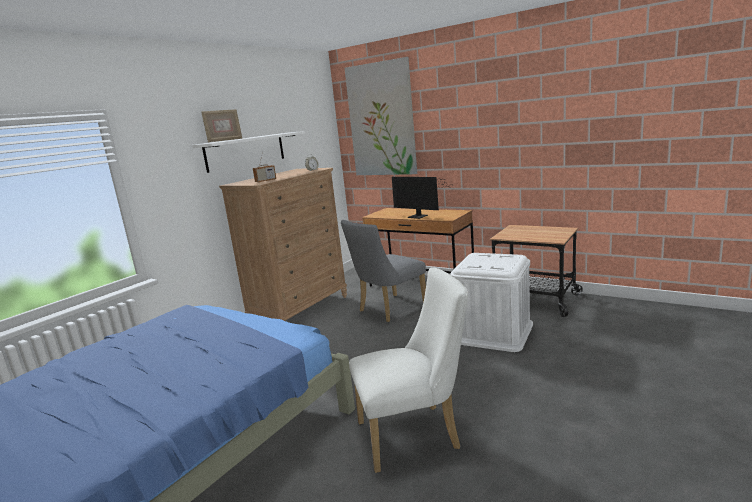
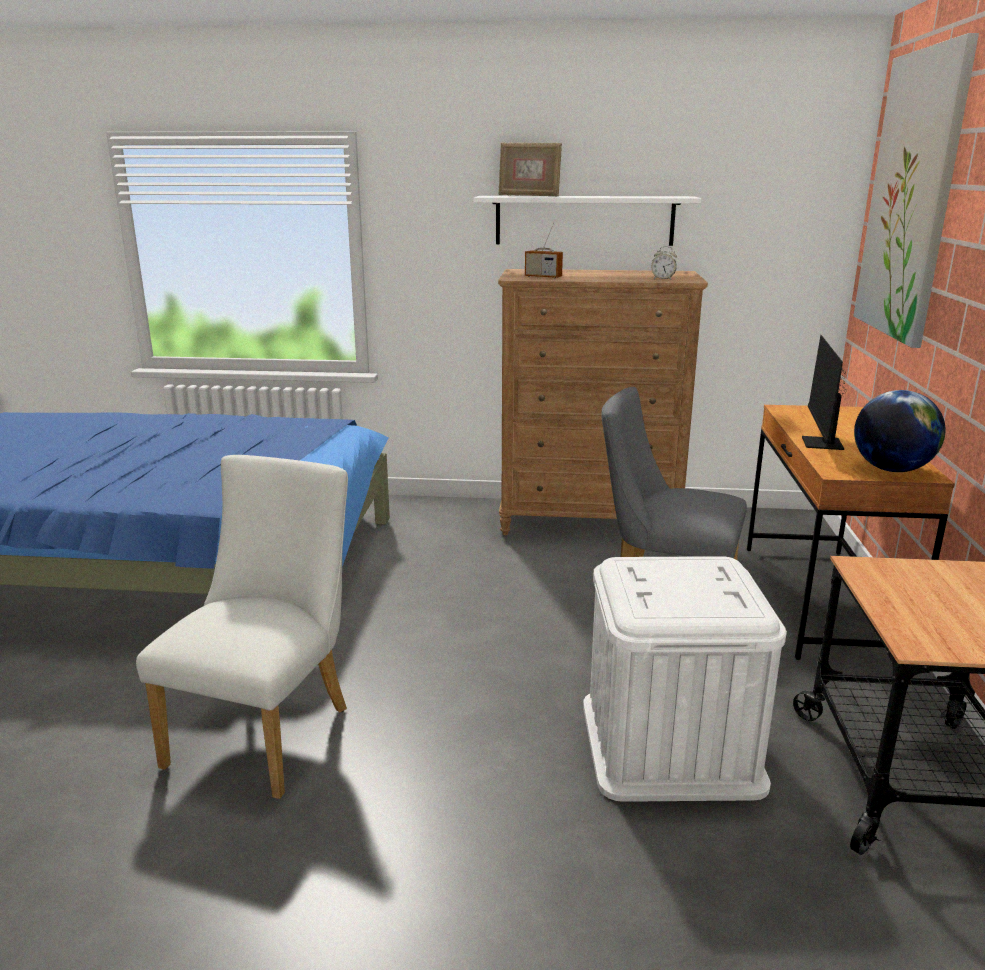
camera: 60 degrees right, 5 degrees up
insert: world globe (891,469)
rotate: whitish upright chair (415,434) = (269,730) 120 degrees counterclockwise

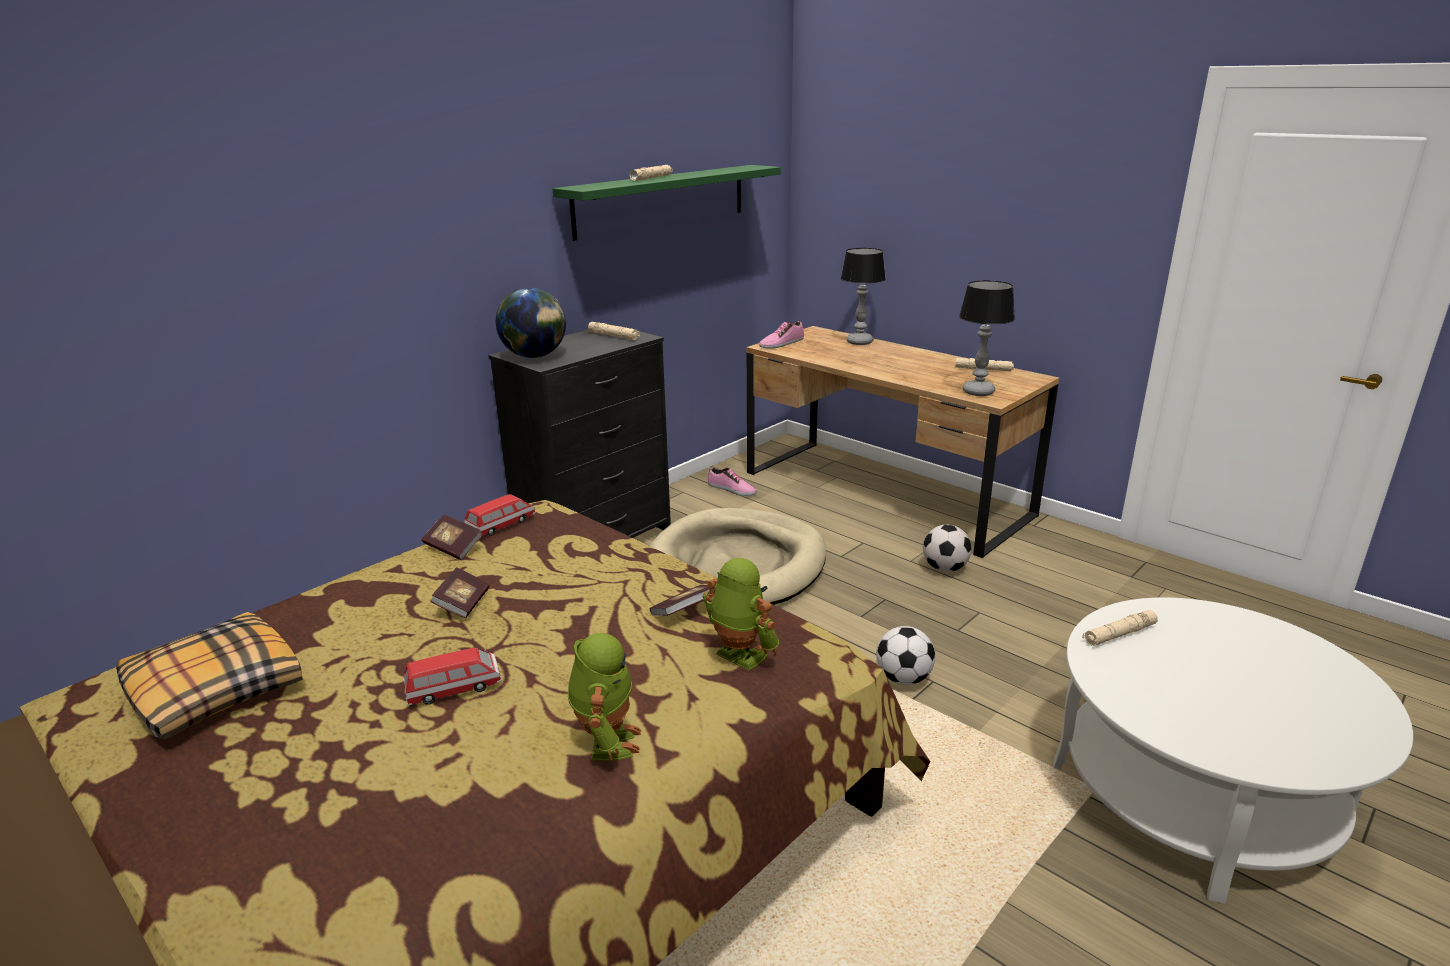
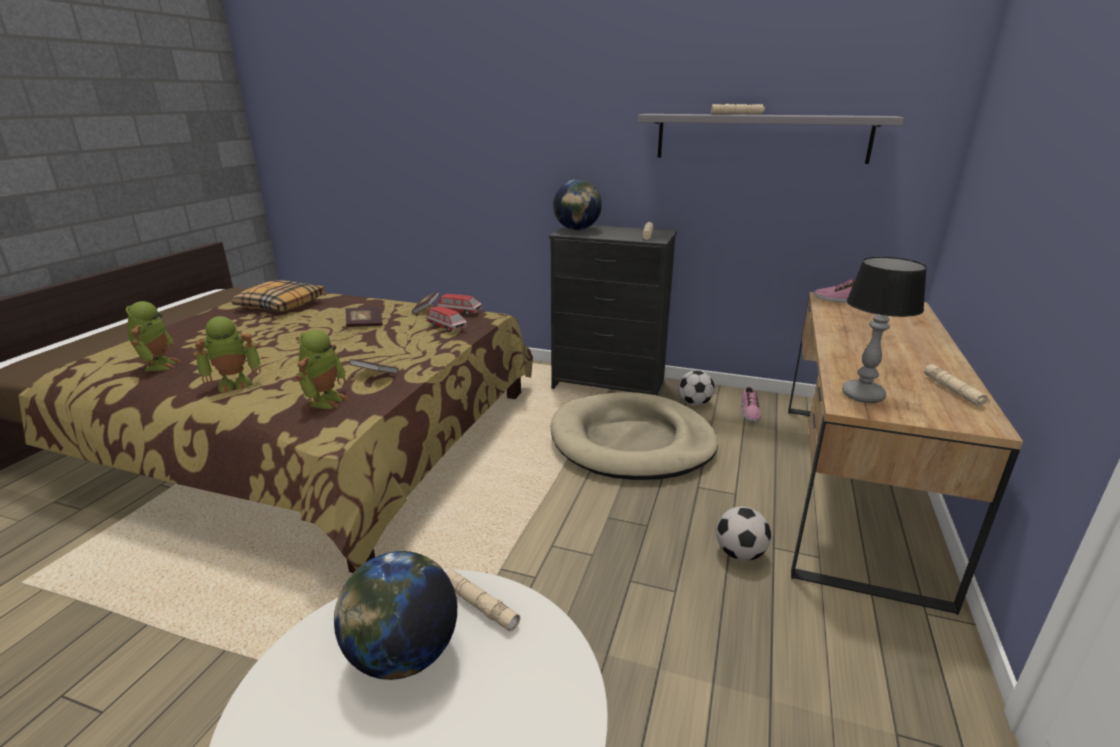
camera: 65 degrees right, 0 degrees up
delete: tabletop lamp (859,342)
insert: robot figure (158,365); world globe (403,656)
move: ball for football (903,678) to (694,403); model car (454,689) to (447,327)
recolor: green wall shelf (662,200) to greyish wall shelf (761,137)

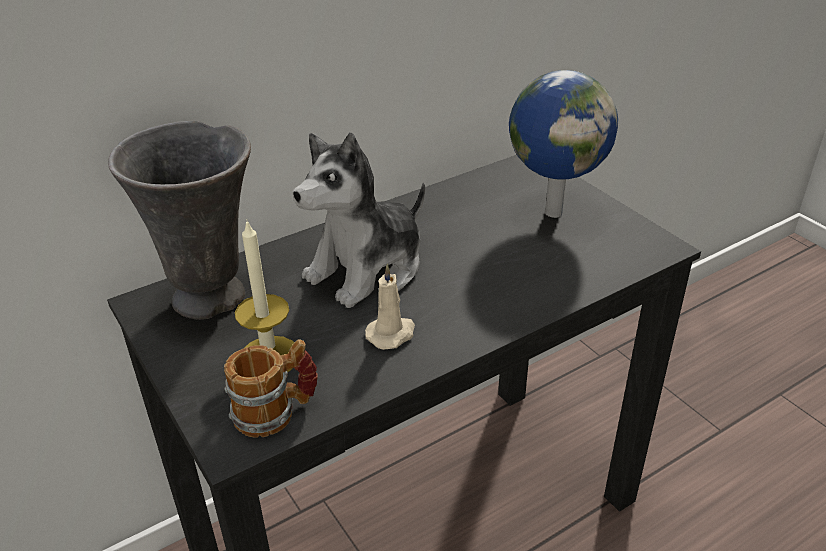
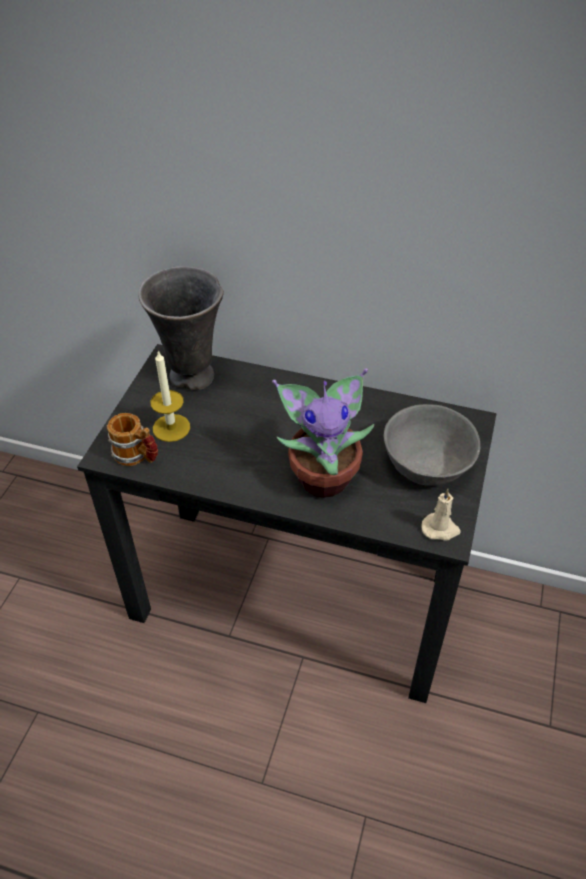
camera: 50 degrees right, 10 degrees up
delete: plush toy (367,269)
insert: plant in a pot (324,475)
move: beige-coloured wax candle (392,334) to (440,529)
replace: world globe (553,212) to greyish serving bowl (427,464)

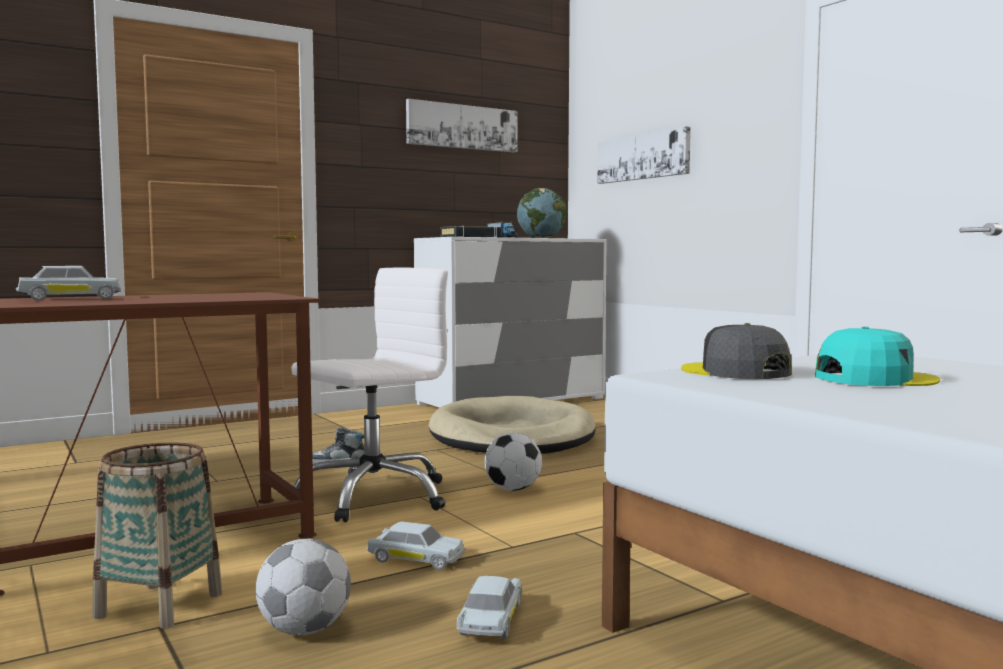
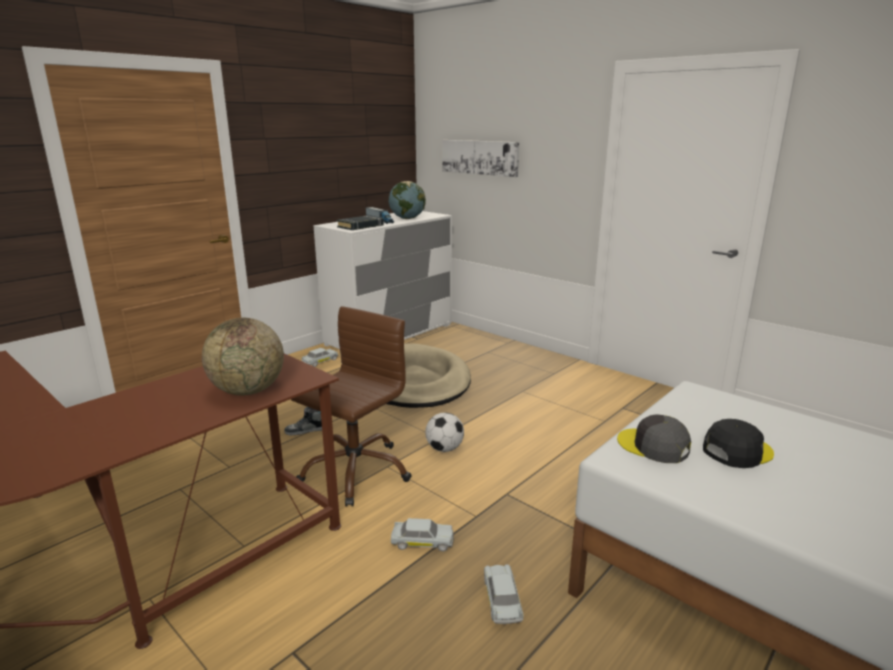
camera: 15 degrees left, 15 degrees up
delete: wall picture (462,127); basket (159,605); ball for football (304,630)
insert: world globe (248,391)
move: whitish model car (69,299) to (320,361)
recolor: whitish desk chair (373,496) to brown desk chair (355,471); turquoise-coloured peaked cap (874,379) to blackish peaked cap (736,451)

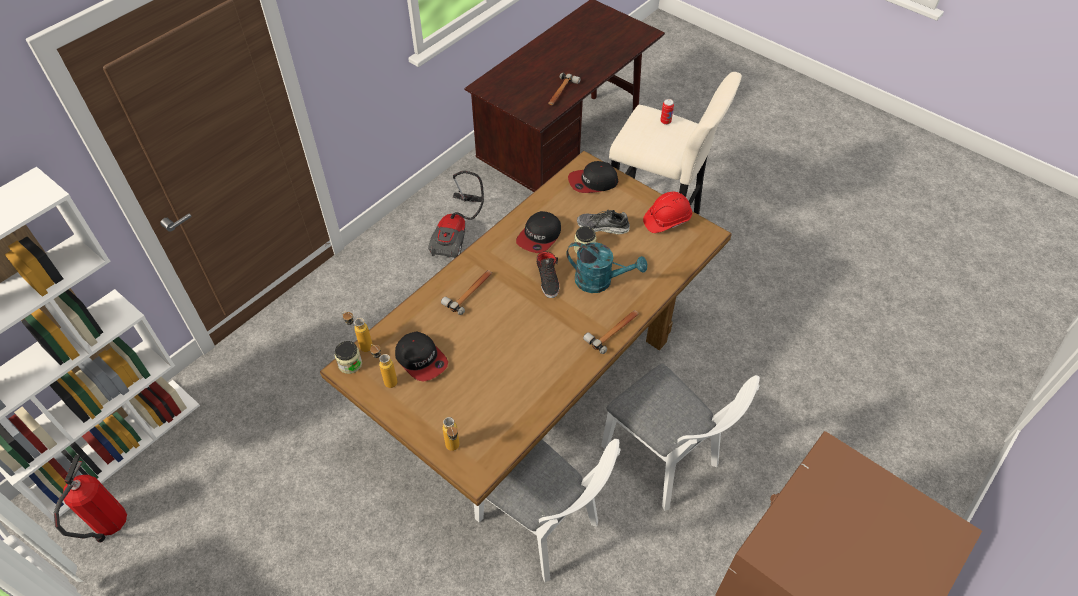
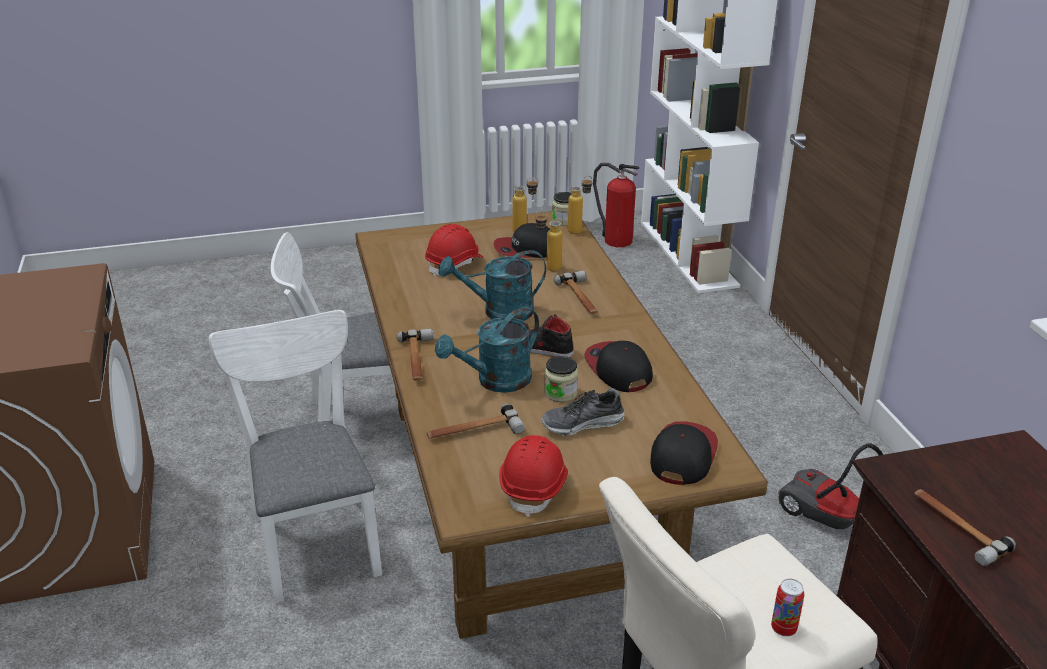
camera: 125 degrees right, 20 degrees down
insert: red-coloured hard hat (455,264); turquoise-coloured watering pot (499,312); hand hammer (474,431)
move: bottle (454,450) to (547,267)
rotate: shoe (603,227) = (582,424) 150 degrees counterclockwise; whitish upright chair (665,462) = (314,536) 75 degrees clockwise

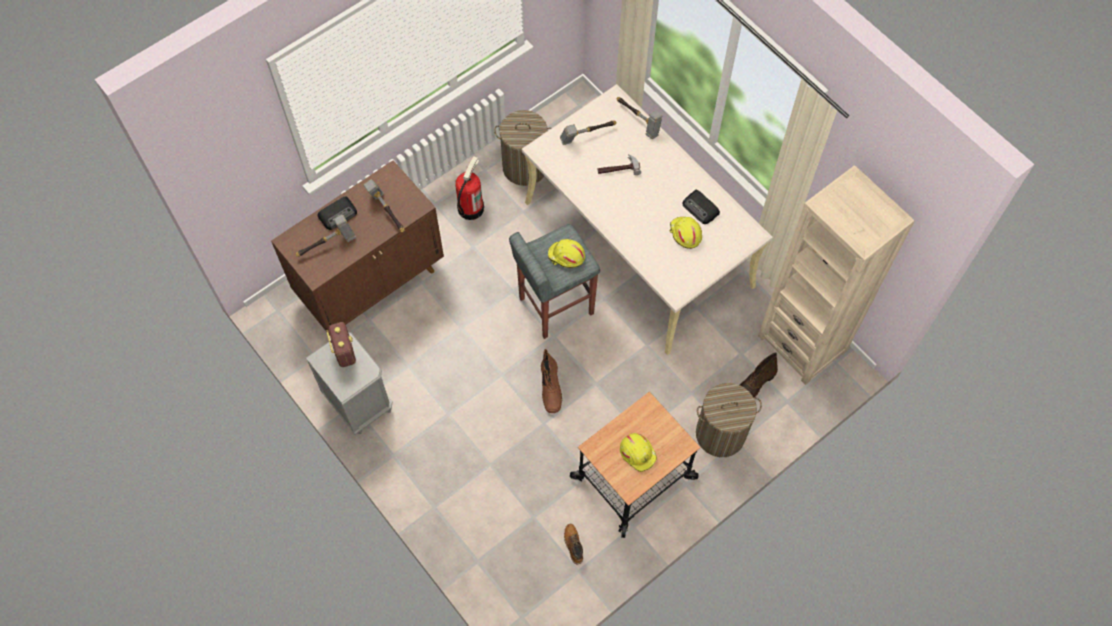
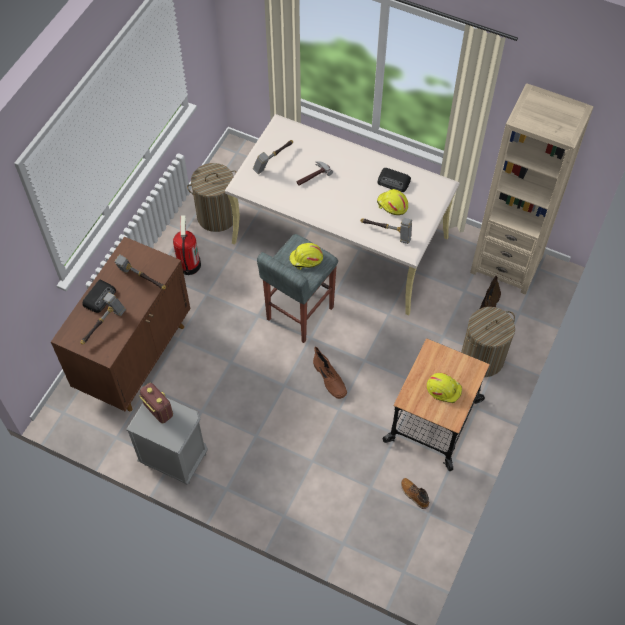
camera: 25 degrees left, 5 degrees down
move: hand hammer (638,121) to (387,233)

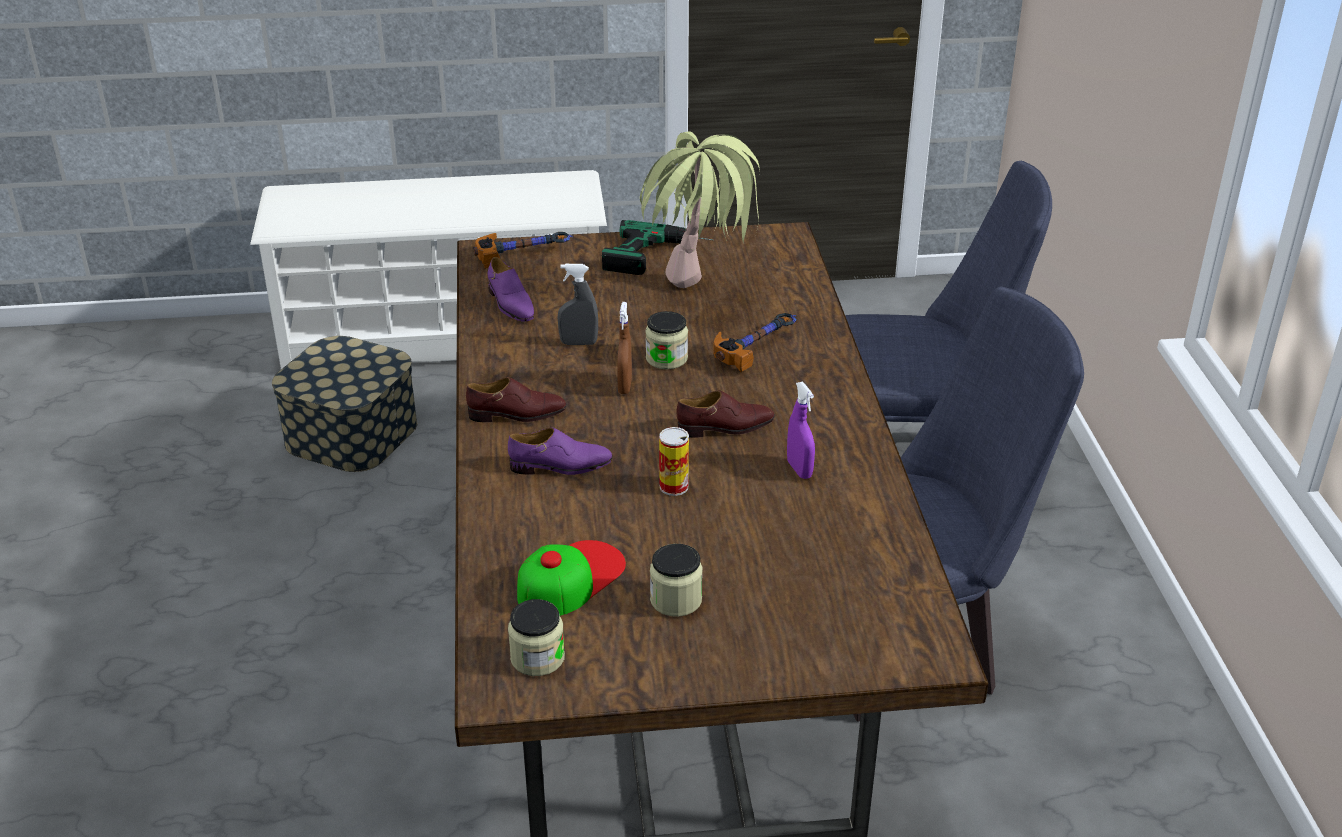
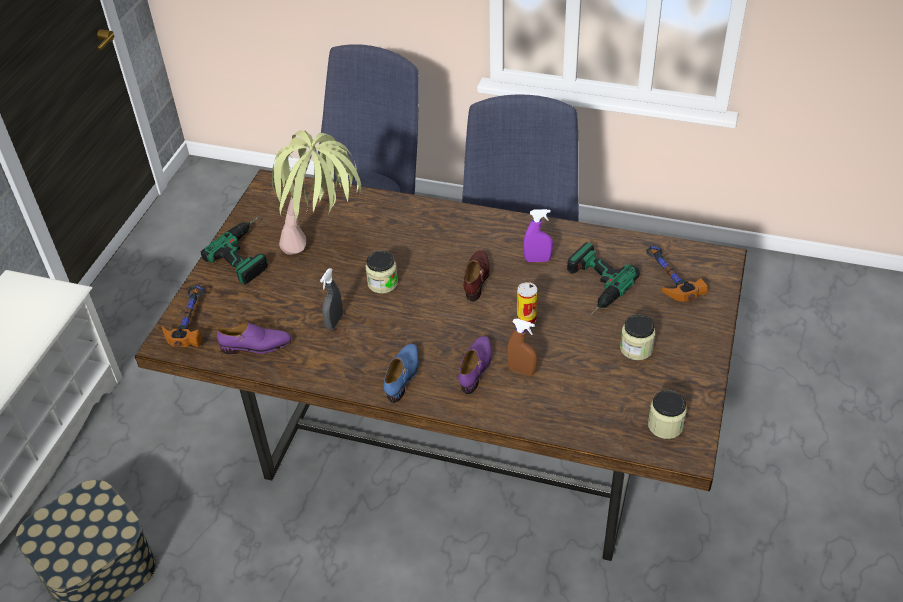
camera: 65 degrees left, 10 degrees up
delete: peaked cap (570,578)
insert: electric drill (591,287)
move: brown sprayer (624,386) to (521,370); hand hammer (756,346) to (668,279)
recolor: brown shoe (517,414) to blue shoe (403,375)

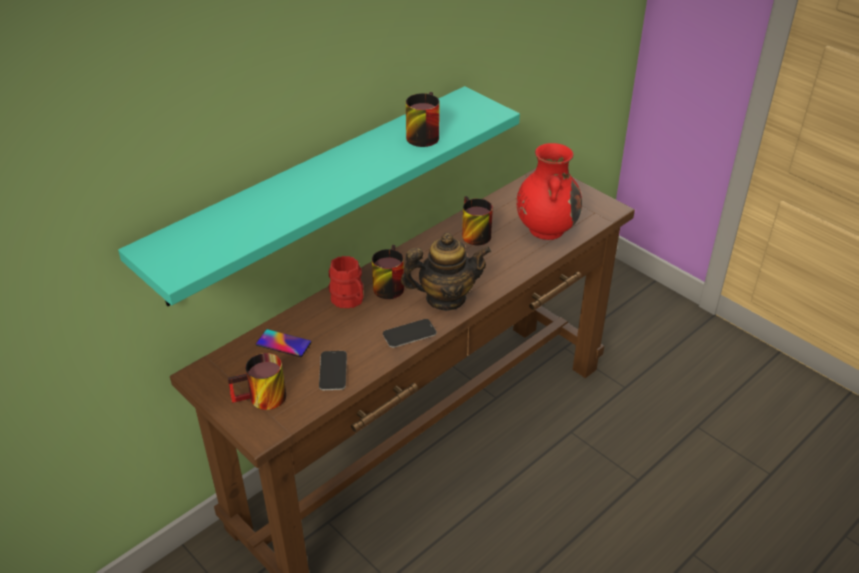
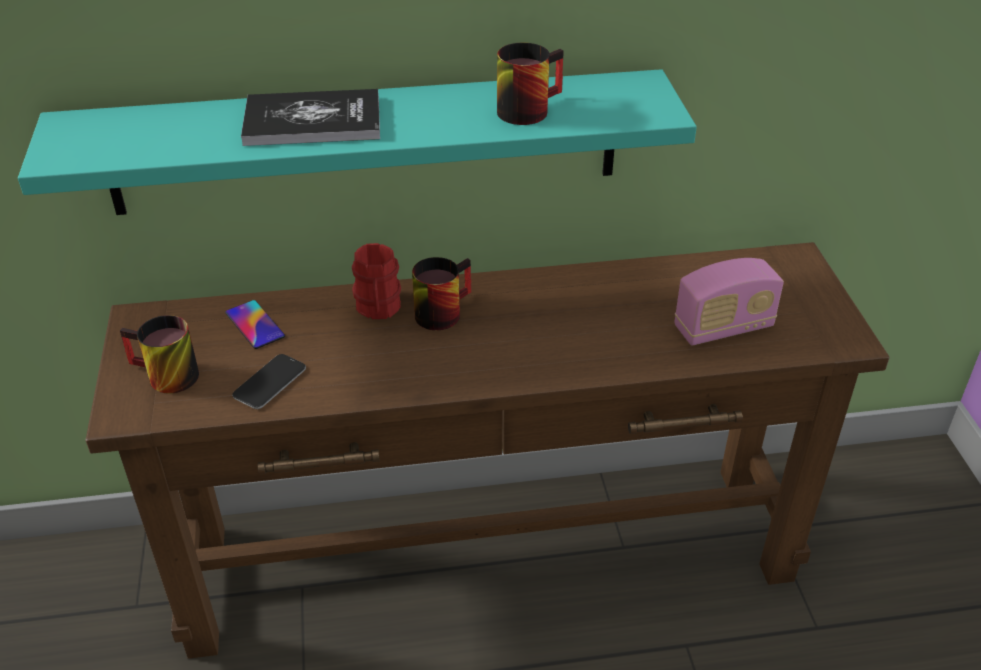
camera: 35 degrees right, 0 degrees up
delete: mug (471,234); tea pot (445,298); handset (409,334)
insert: bound book (312,120)
replace: red-coloured decorative vase (546,228) to radio receiver (723,328)

